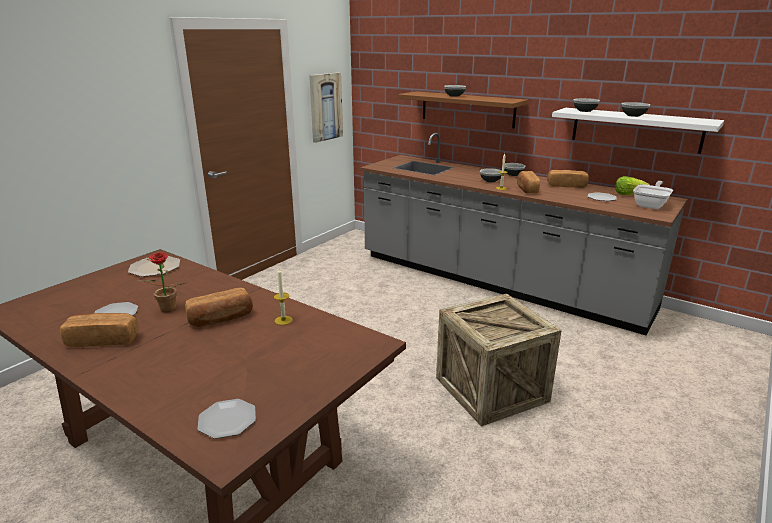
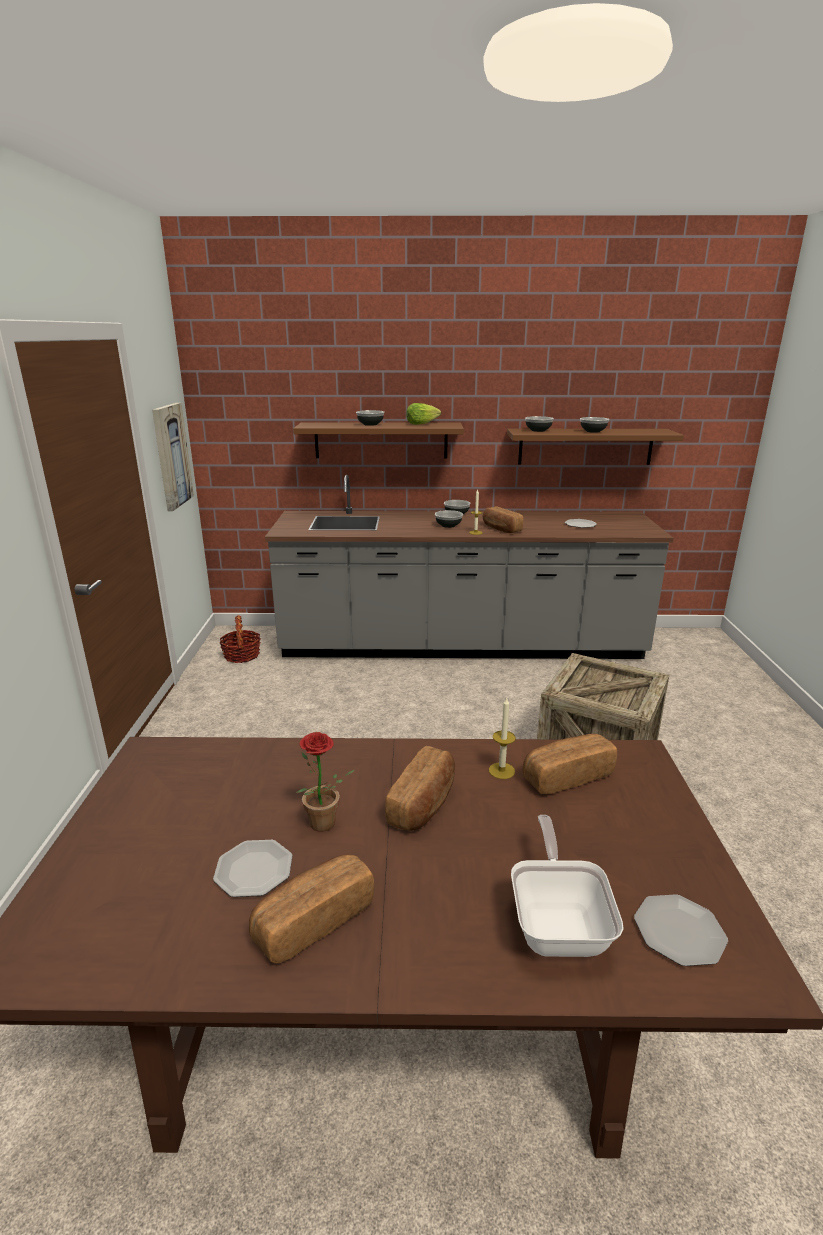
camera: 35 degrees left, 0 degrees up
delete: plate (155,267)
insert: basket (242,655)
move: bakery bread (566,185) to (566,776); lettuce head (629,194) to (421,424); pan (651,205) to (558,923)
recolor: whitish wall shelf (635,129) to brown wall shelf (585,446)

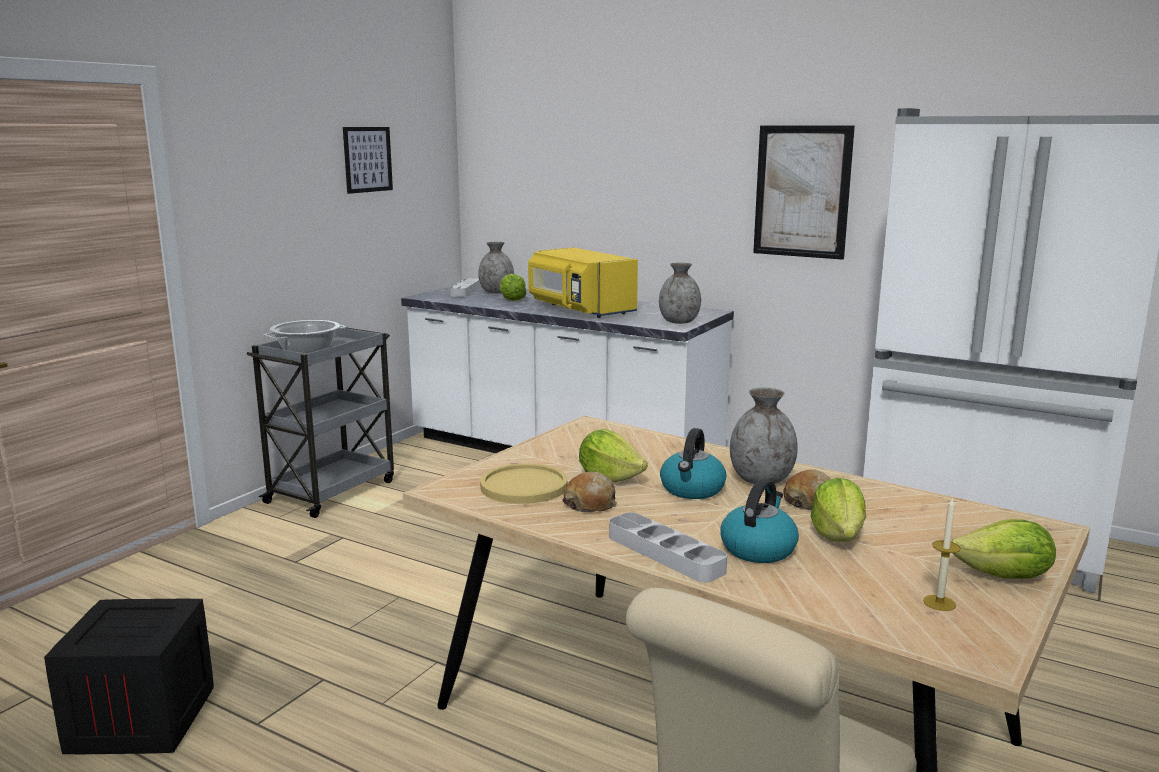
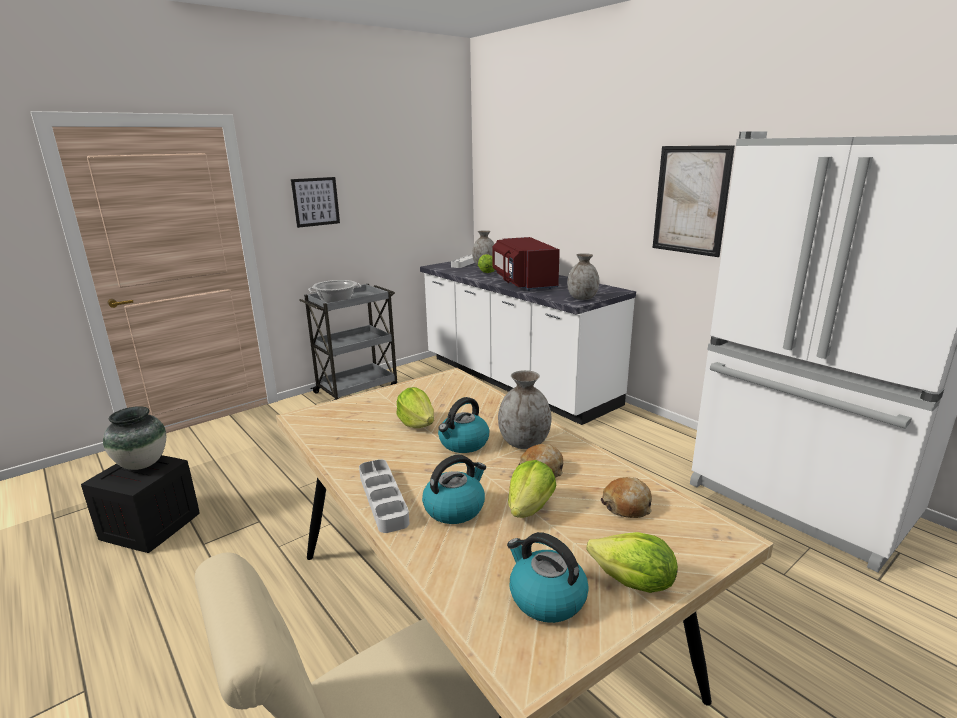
camera: 20 degrees right, 5 degrees up
delete: yellow plate (524,486)
insert: decorative vase (141,464)
move: wall picture (367,159) to (315,202); bakery bread (590,503) to (627,505)
replace: wax candle (939,603) to water kettle (546,598)
recolor: yellow kitchen microwave (579,309) to red-coloured kitchen microwave (523,283)

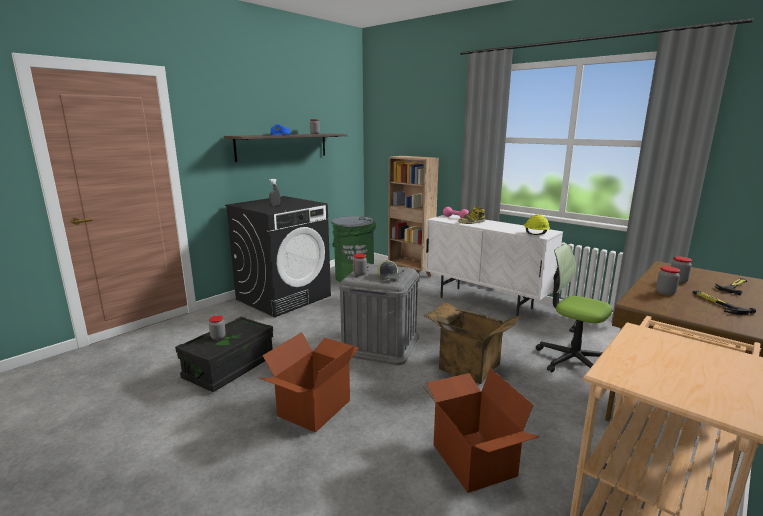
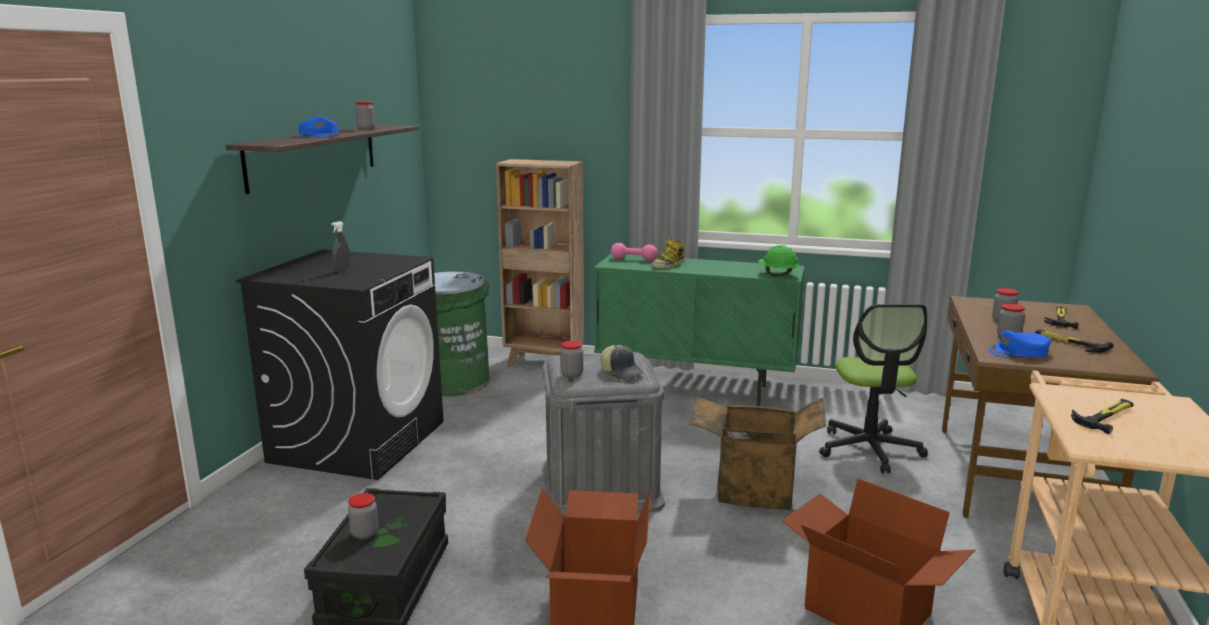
camera: 25 degrees left, 0 degrees up
insert: blue peaked cap (1019,352); hand hammer (1106,416)
recolor: whitish cupboard (485,303) to green cupboard (695,390); yellow hard hat (535,234) to green hard hat (777,275)
rotate: desk chair (571,360) = (869,450) 105 degrees counterclockwise

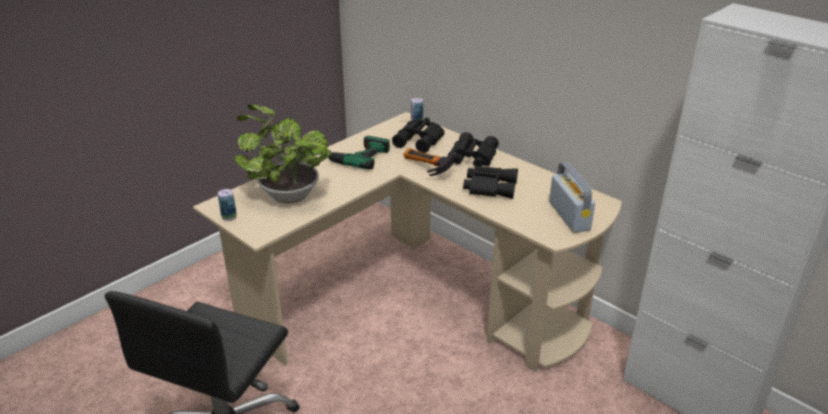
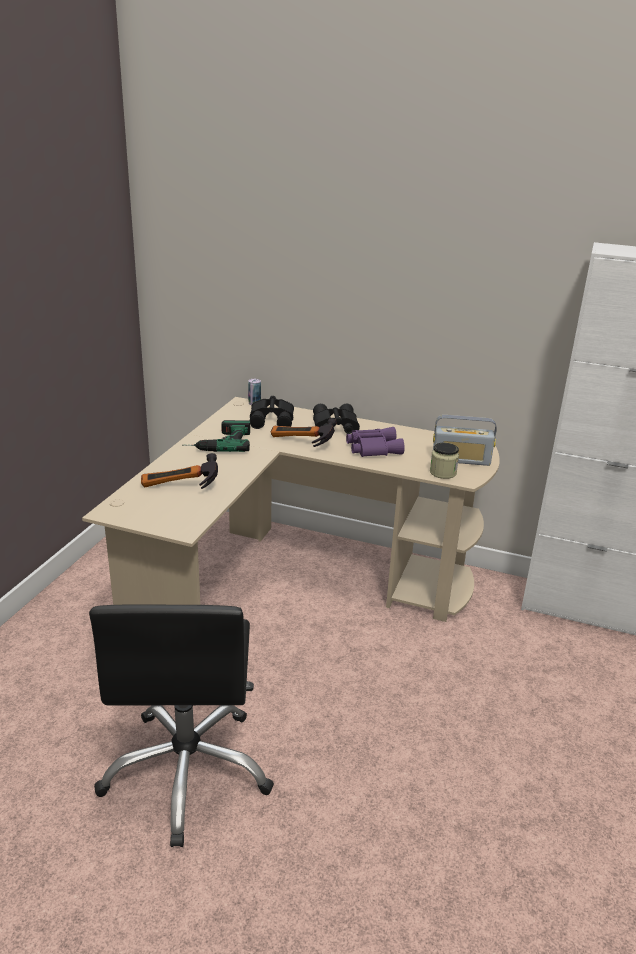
camera: 25 degrees left, 5 degrees down
delete: sealed can (229,217)
insert: preserve jar (443,473)
replace: plant in a pot (286,195) to hand hammer (180,488)
recolor: blackish pair of binoculars (489,186) to purple-coloured pair of binoculars (372,448)
rotate: radio receiver (569,216) = (461,460) 135 degrees clockwise

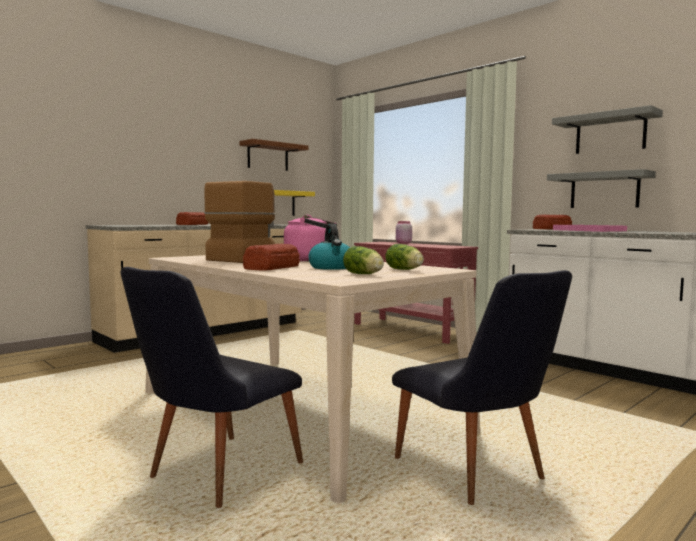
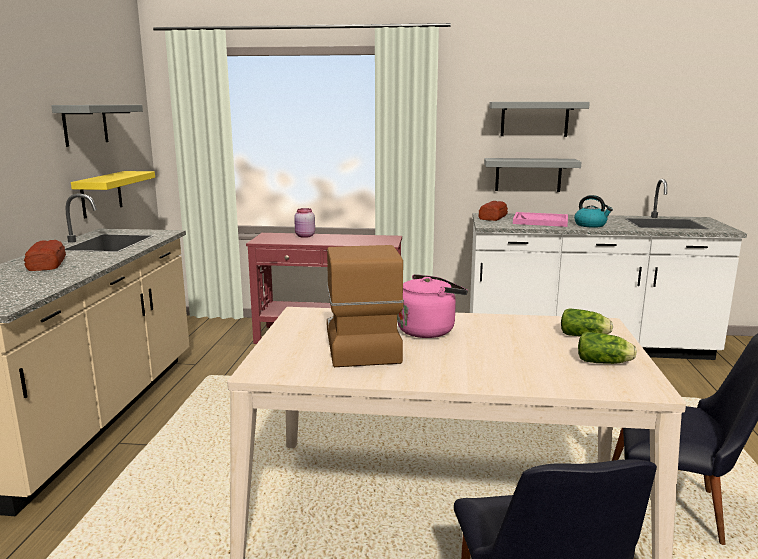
camera: 40 degrees left, 10 degrees up
delete: bakery bread (271,268)
move: water kettle (331,267) to (590,225)
recolor: brown wall shelf (268,156) to greyish wall shelf (85,124)

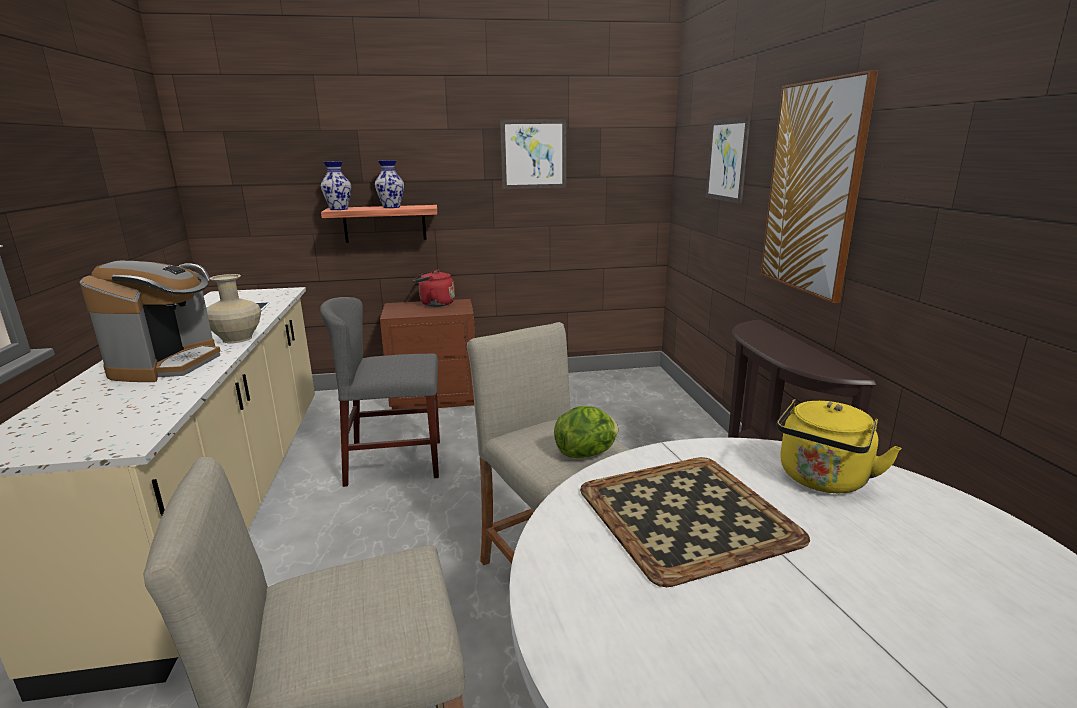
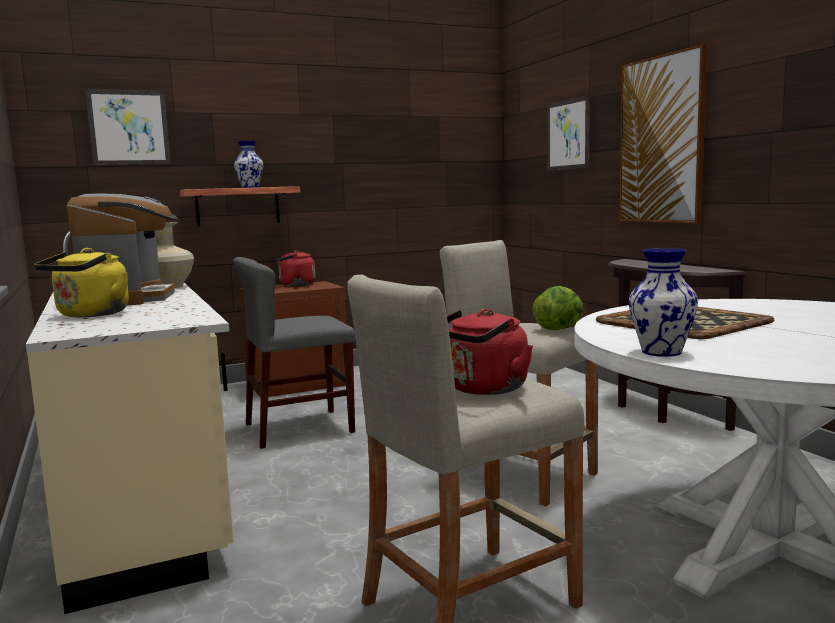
camera: 15 degrees left, 10 degrees down
insert: red-coloured water kettle (483,389)
move: wall picture (533,154) to (129,127); decorative vase (339,209) to (662,352); yellow water kettle (822,480) to (90,315)

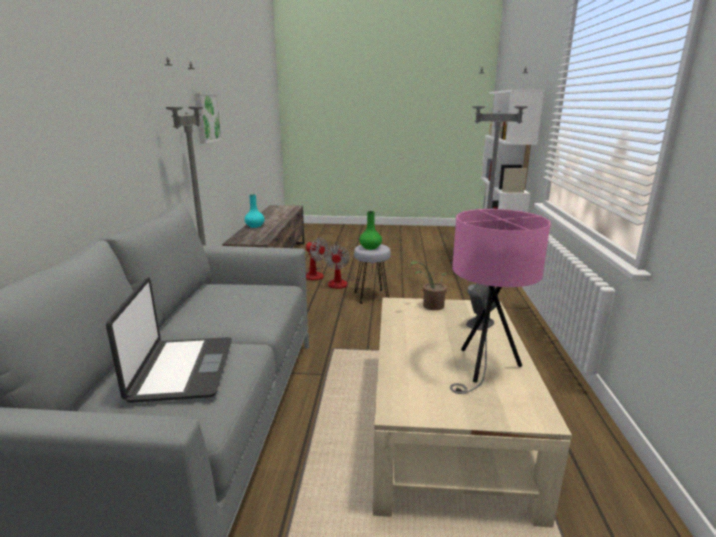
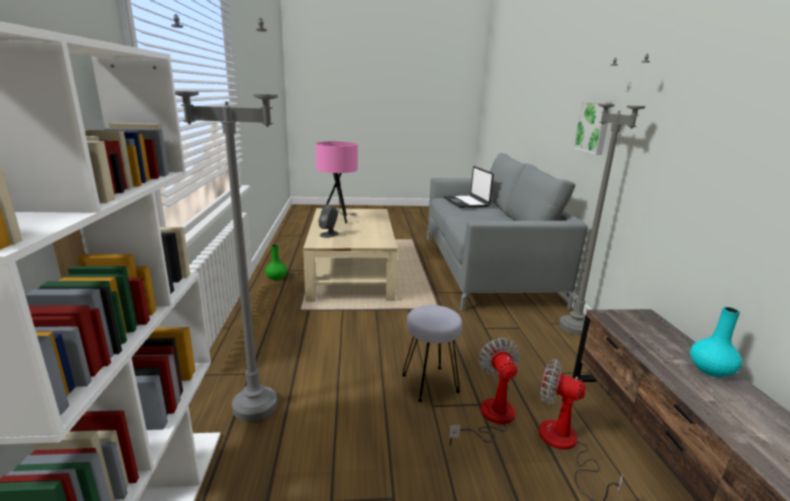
camera: 170 degrees right, 0 degrees up
delete: plant in a pot (430,306)
move: wall picture (206,118) to (593,127); green decorative vase (370,247) to (276,277)

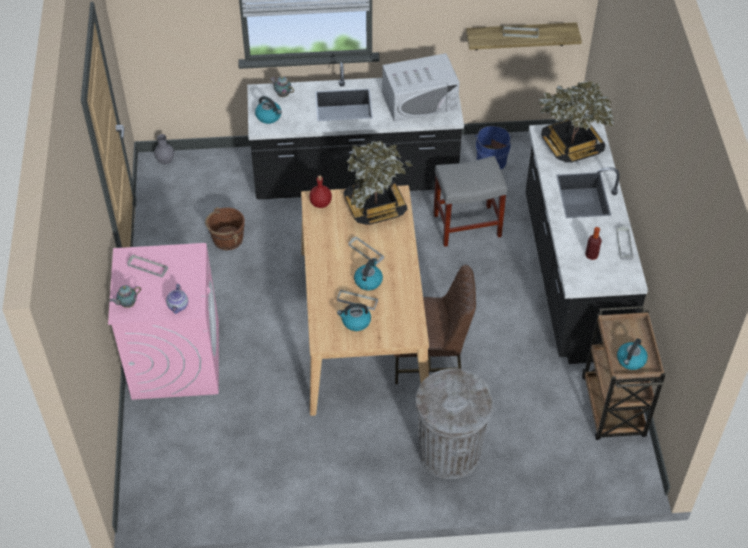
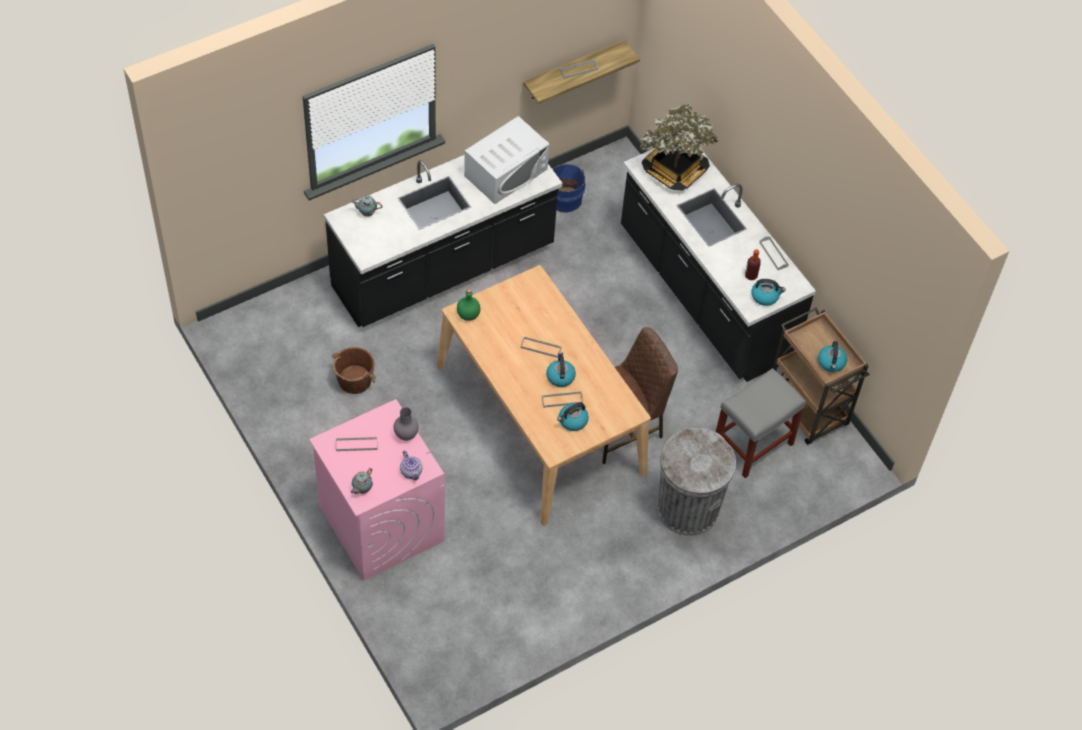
camera: 30 degrees left, 5 degrees up
delete: plant in a pot (375,207)
move: water kettle (269,116) to (765,296); greyish decorative vase (166,161) to (406,435); greyish sitting stool (466,226) to (752,445)
recolor: red-coloured bottle (321,203) to green bottle (468,314)

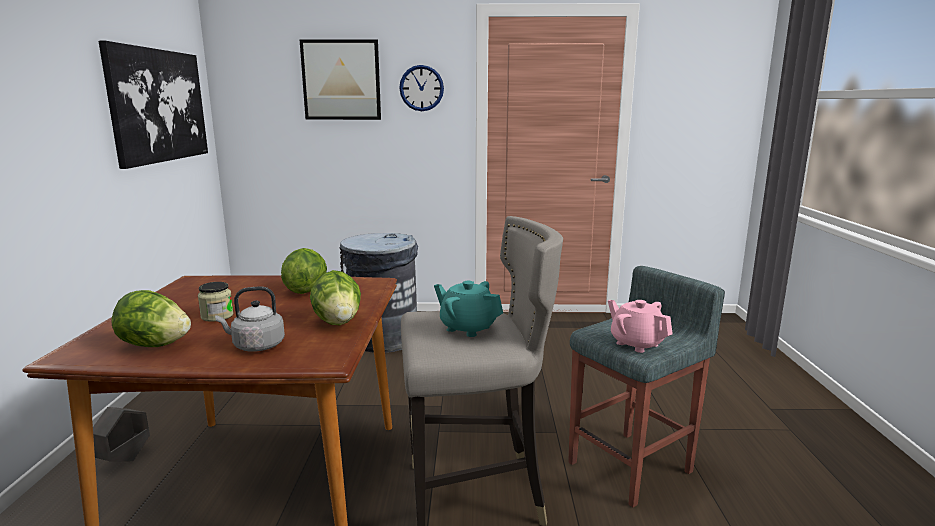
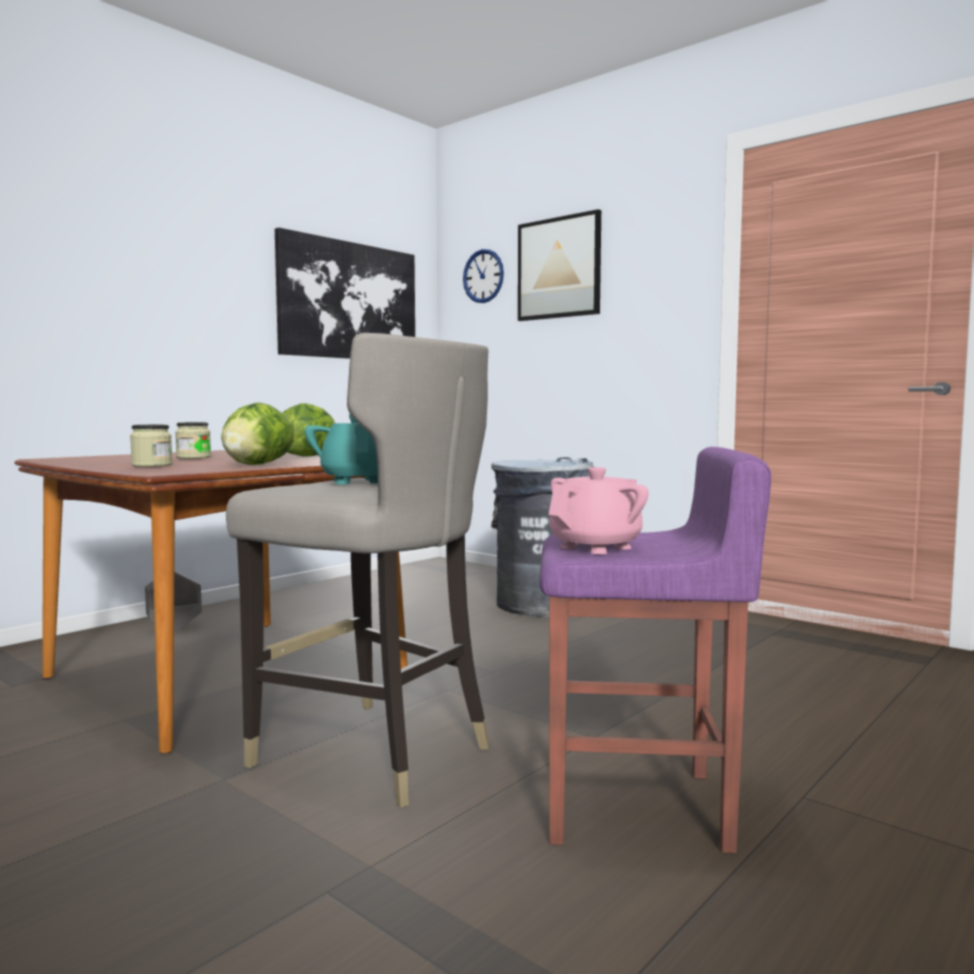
camera: 40 degrees right, 10 degrees down
delete: lettuce head (154,345)
move: hanging clock (421,88) to (483,276)
replace: greyish water kettle (256,346) to preserve jar (152,465)
recolor: greyish sitting stool (631,466) to purple-coloured sitting stool (637,807)
rotate: pink-coloured tea pot (636,343) = (596,547) 45 degrees clockwise

